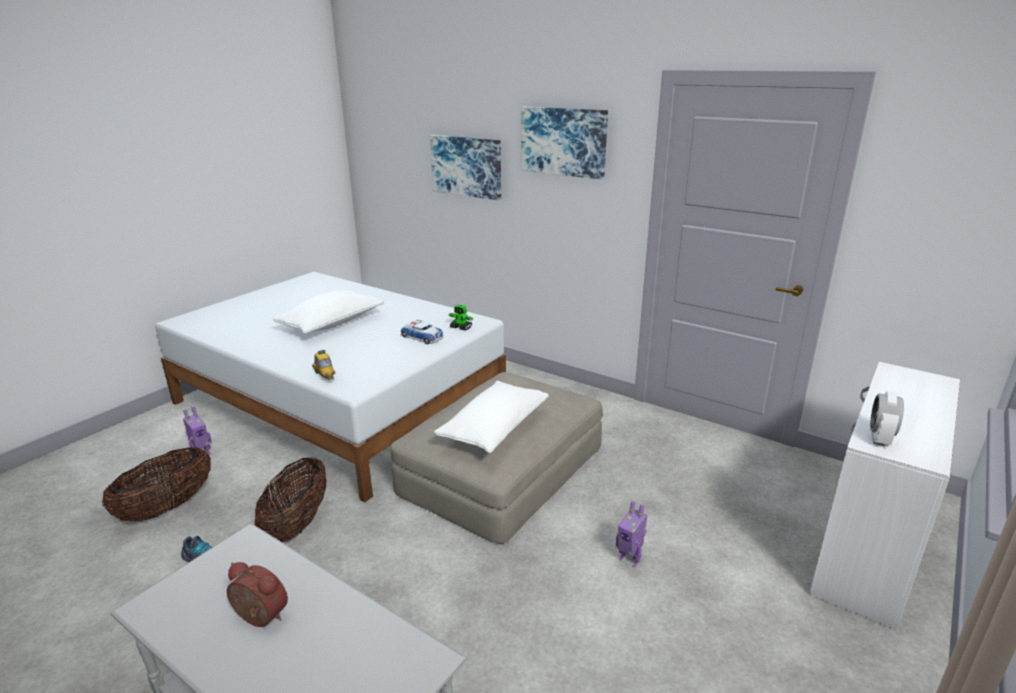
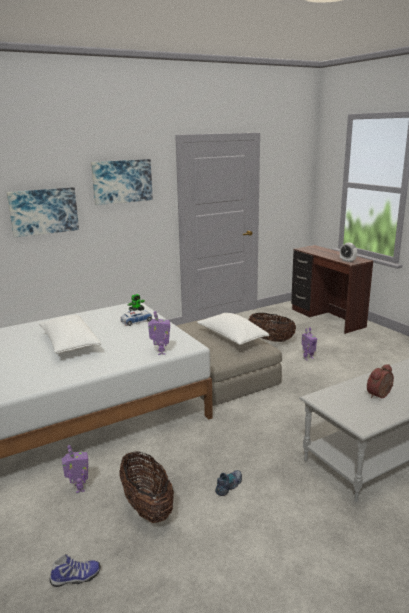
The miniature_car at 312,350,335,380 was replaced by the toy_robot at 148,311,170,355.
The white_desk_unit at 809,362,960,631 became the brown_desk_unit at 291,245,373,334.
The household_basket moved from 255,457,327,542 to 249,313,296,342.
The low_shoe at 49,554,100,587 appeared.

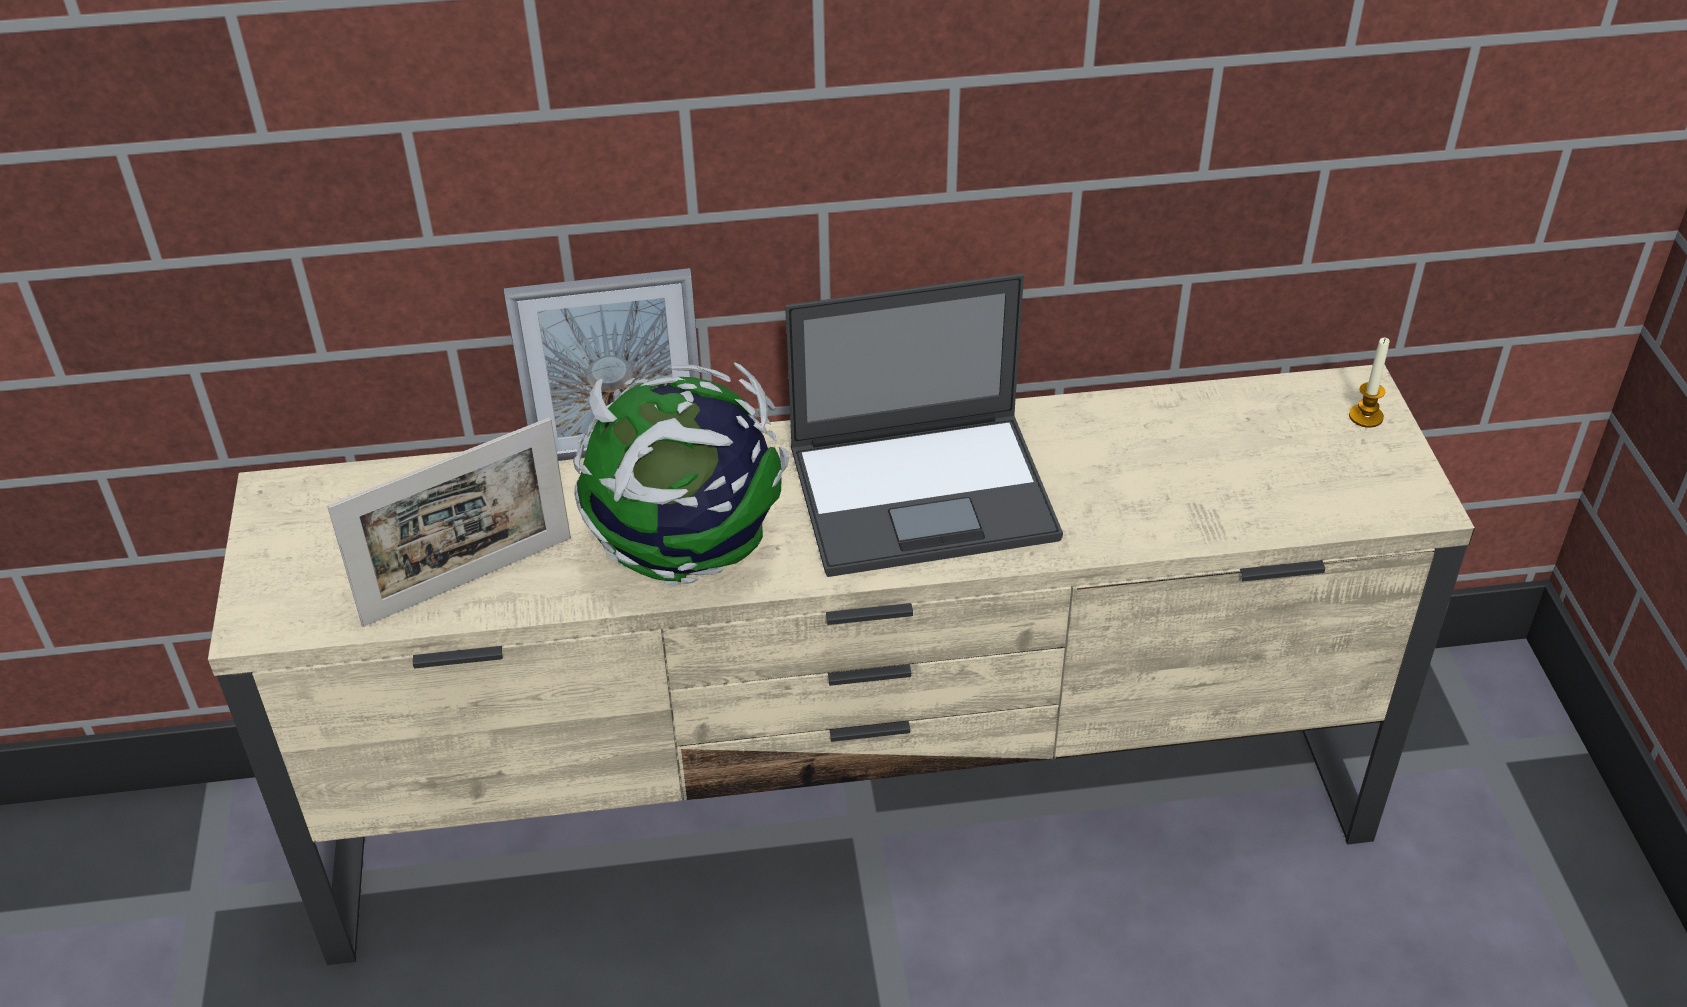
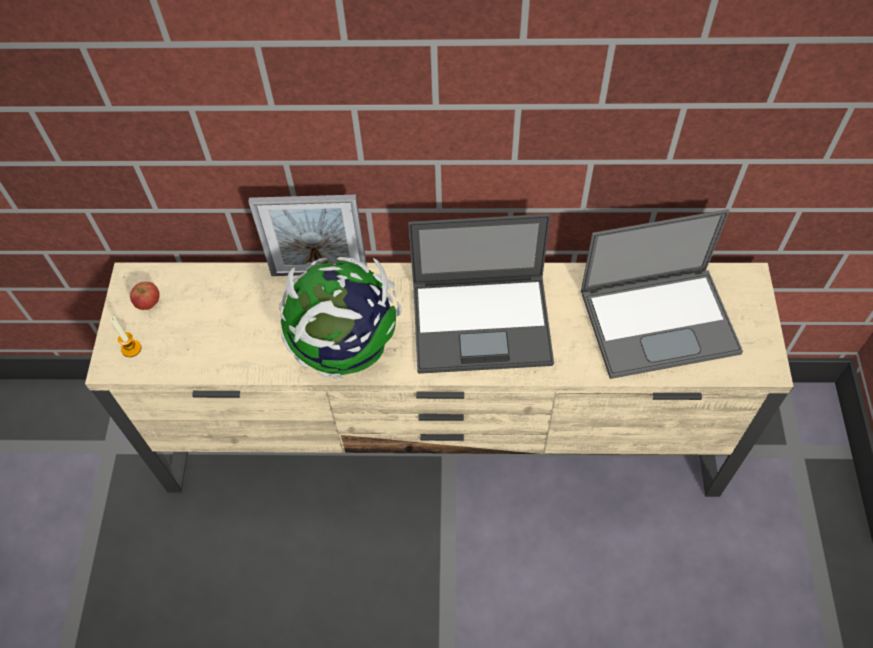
The wax_candle moved from 1349,338,1390,428 to 110,316,141,357.
The standing_frame at 327,417,571,627 disappeared.
The portable_computer at 581,209,743,379 appeared.
The apple at 130,282,160,310 appeared.

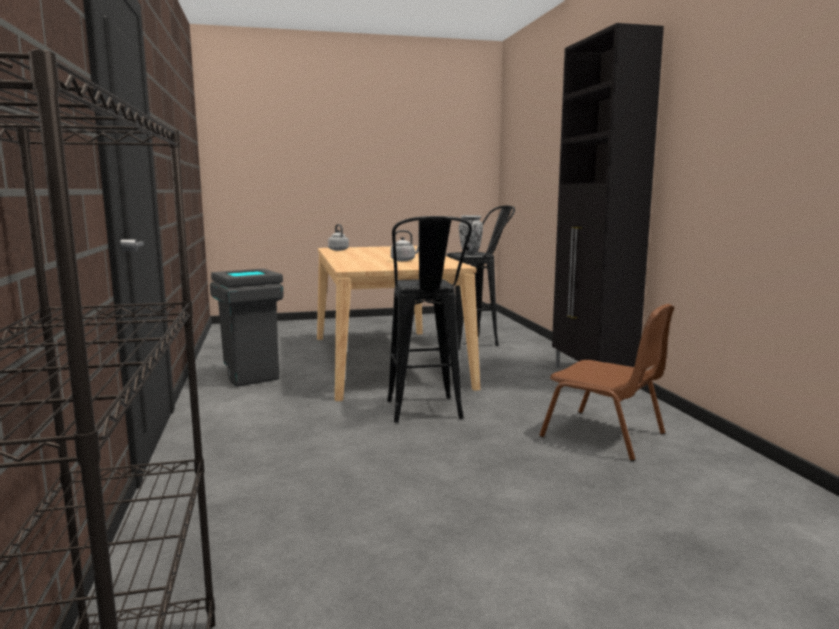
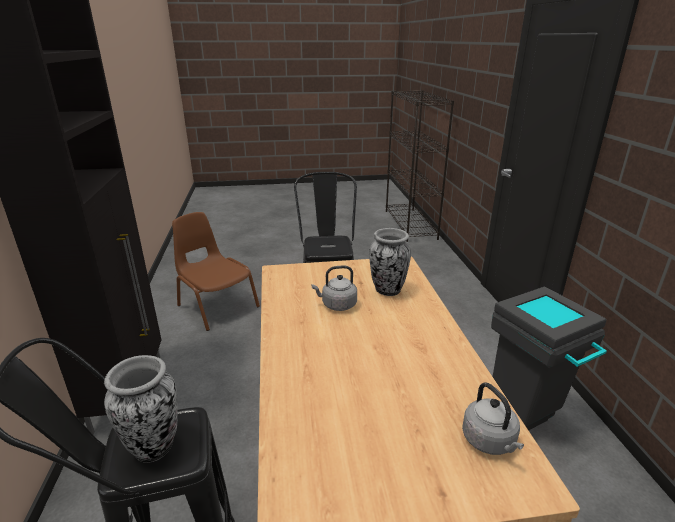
The vase at 369,228,411,296 appeared.

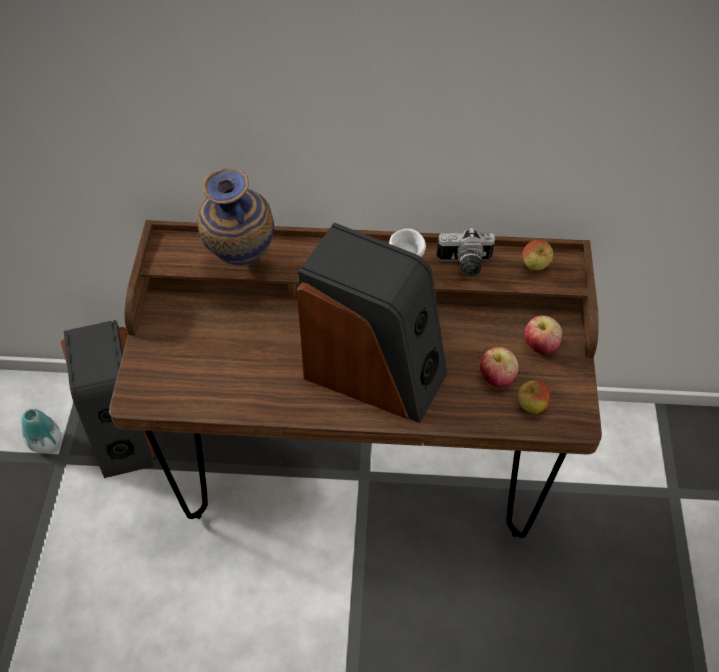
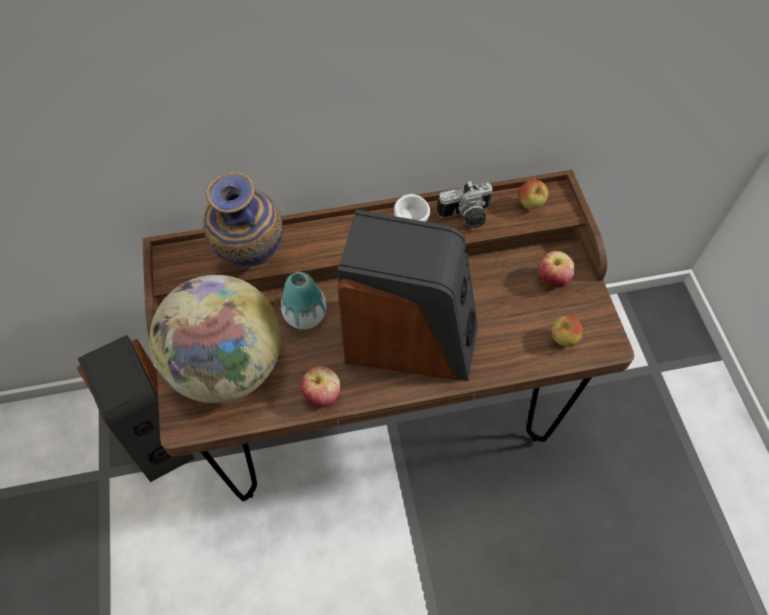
The apple moved from 480,347,519,387 to 301,366,341,407.
The vase moved from 21,409,61,453 to 281,272,326,329.
The world_globe at 149,275,281,403 appeared.

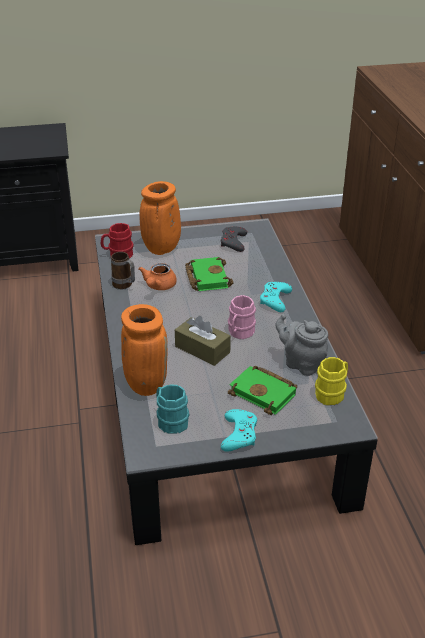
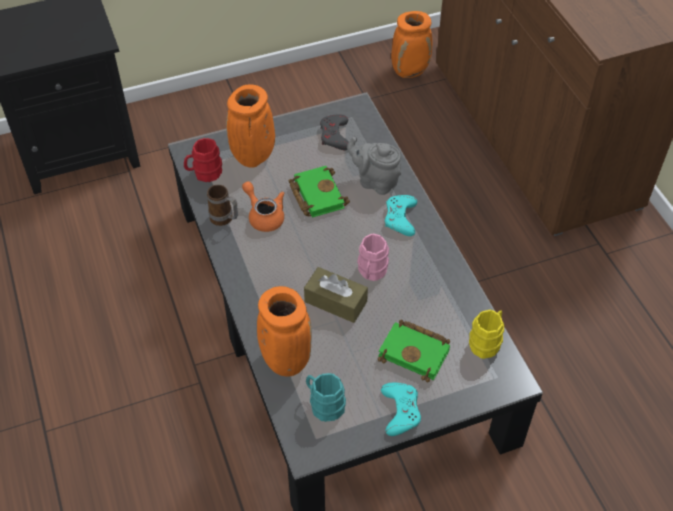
The orange-coloured_teapot at 138,263,177,290 turned 135 degrees clockwise.
The grey_teapot moved from 275,314,328,376 to 347,137,401,195.
The orange-coloured_vase at 391,11,432,78 appeared.

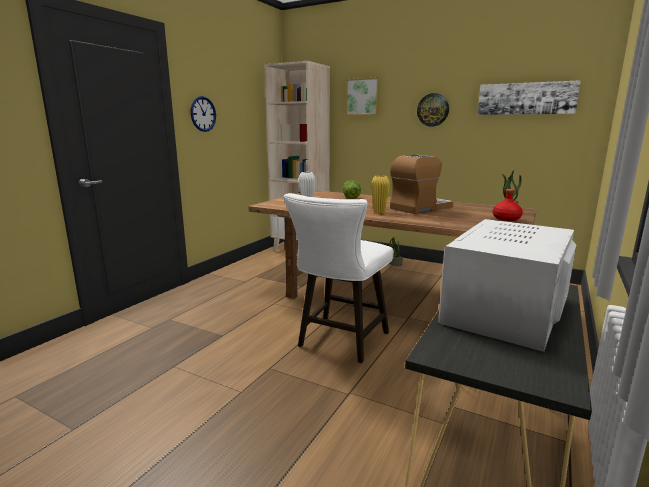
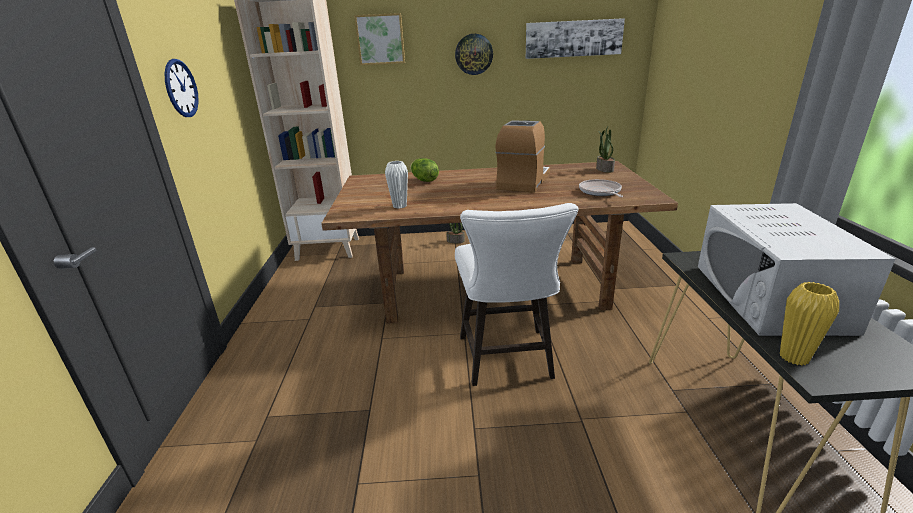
The yellowish_vase moved from 371,175,390,214 to 780,282,839,365.
The red_drink_bottle at 493,189,523,221 disappeared.
The skillet at 579,179,623,197 appeared.

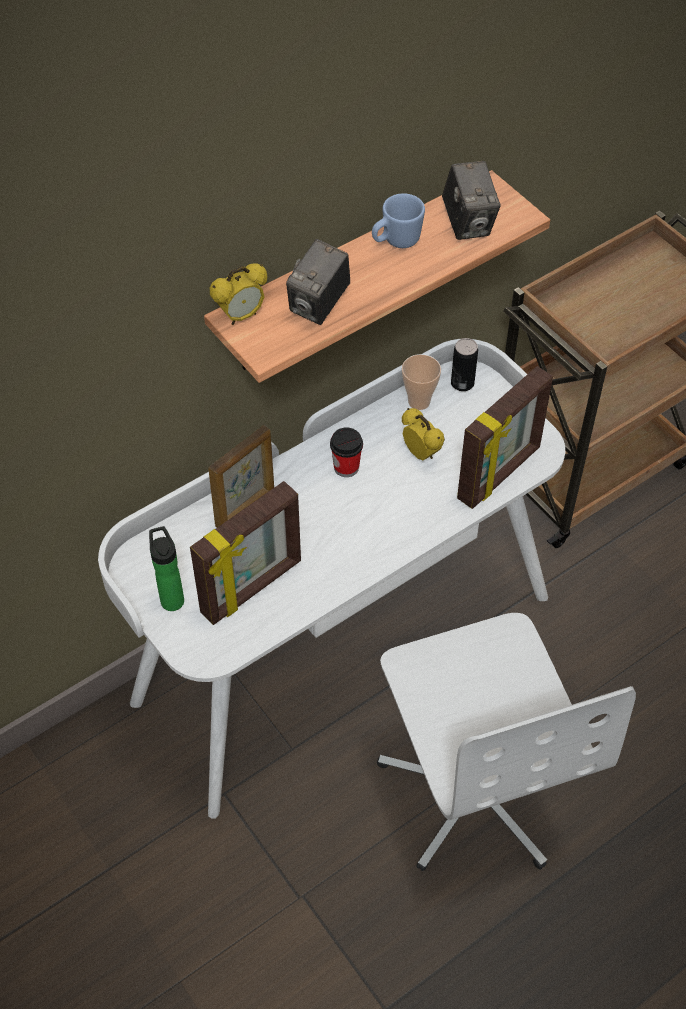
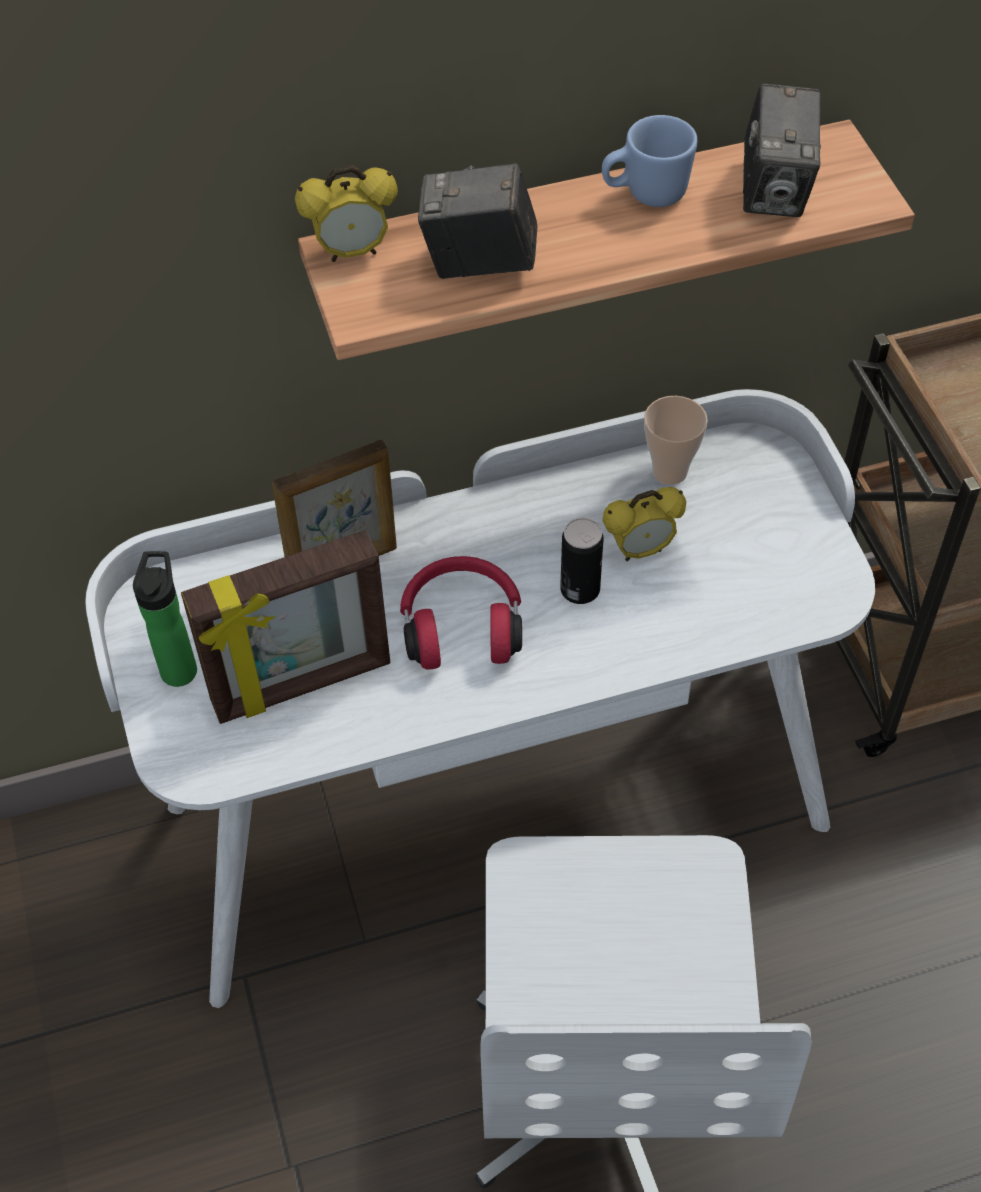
The still_camera at 286,239,350,325 turned 45 degrees clockwise.
The metal_can moved from 451,338,478,391 to 560,518,603,604.
The standing_frame at 457,366,553,509 disappeared.
The table_clock at 402,408,445,461 turned 90 degrees clockwise.
The drinking_cup at 330,427,363,477 disappeared.
The red_headphones at 400,556,522,670 appeared.

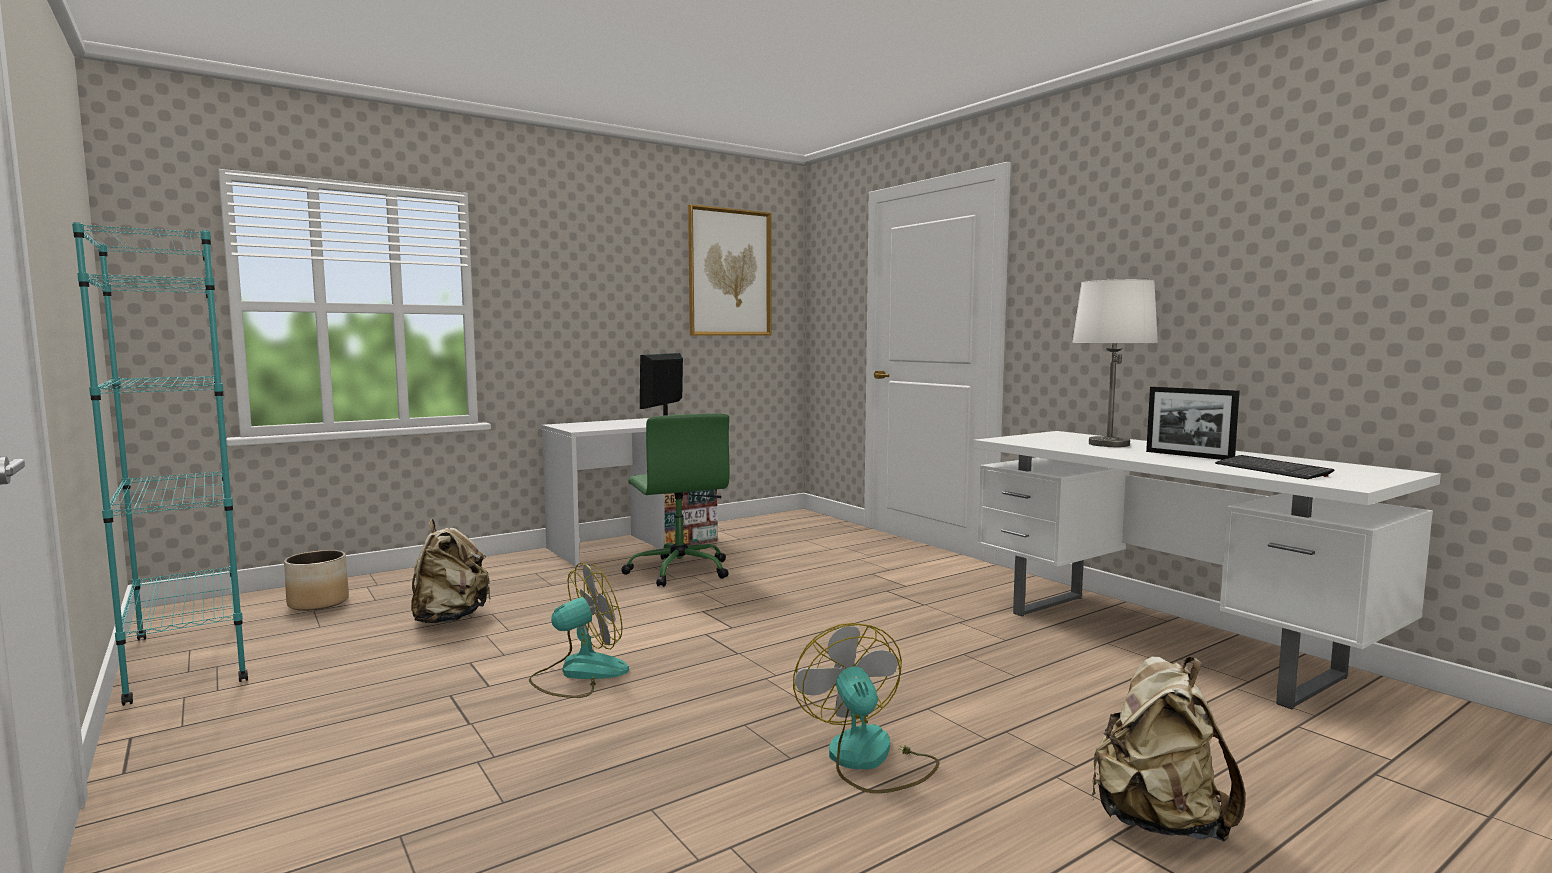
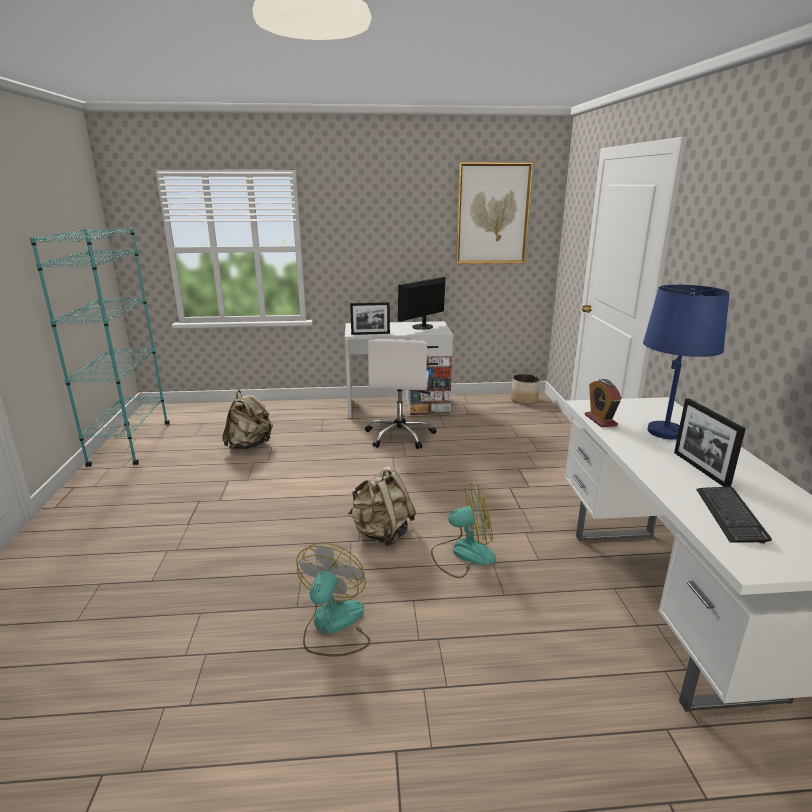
The white_table_lamp at 1072,279,1158,447 became the blue-coloured_table_lamp at 643,285,730,439.
The green-coloured_desk_chair at 621,413,729,587 became the white_desk_chair at 365,339,437,449.
The flower_pot moved from 284,550,349,611 to 511,374,540,404.
The fan moved from 529,563,629,698 to 431,483,496,578.
The sand-coloured_backpack moved from 1091,656,1245,841 to 348,466,416,547.
The standing_frame at 350,302,390,335 appeared.
The table_clock at 585,379,621,427 appeared.

